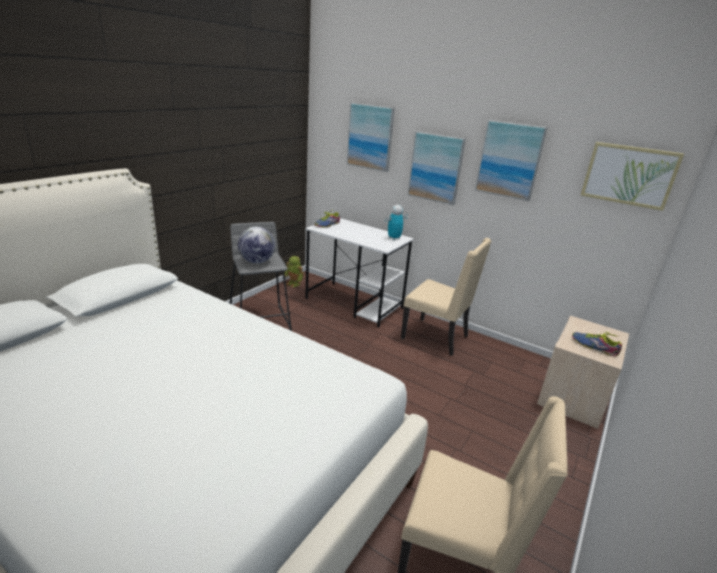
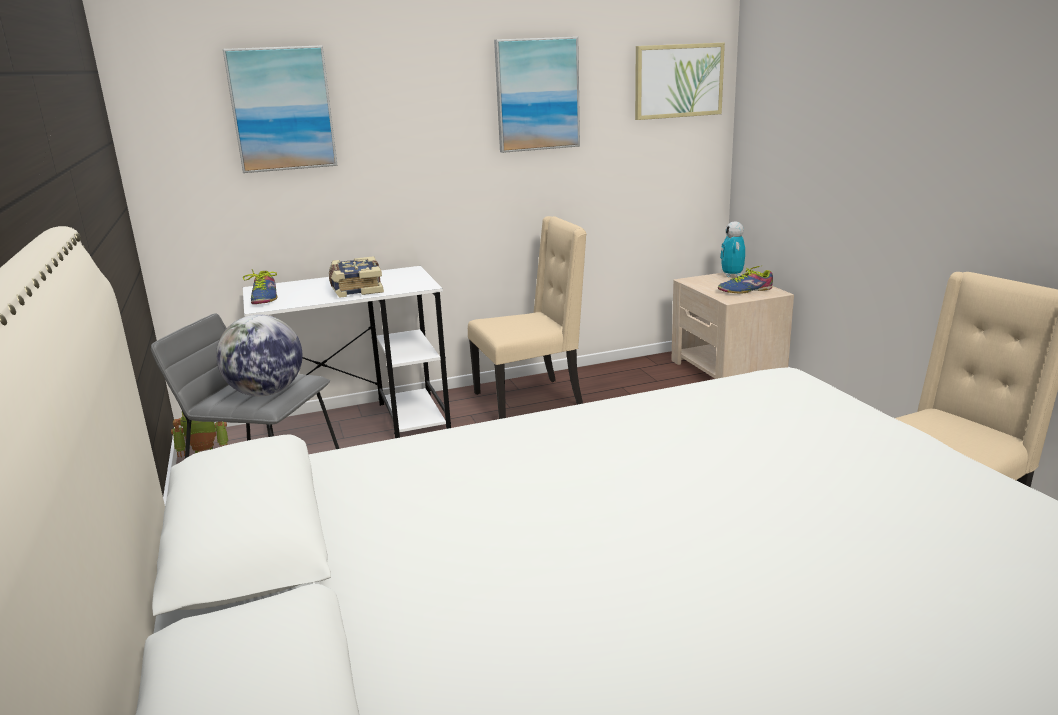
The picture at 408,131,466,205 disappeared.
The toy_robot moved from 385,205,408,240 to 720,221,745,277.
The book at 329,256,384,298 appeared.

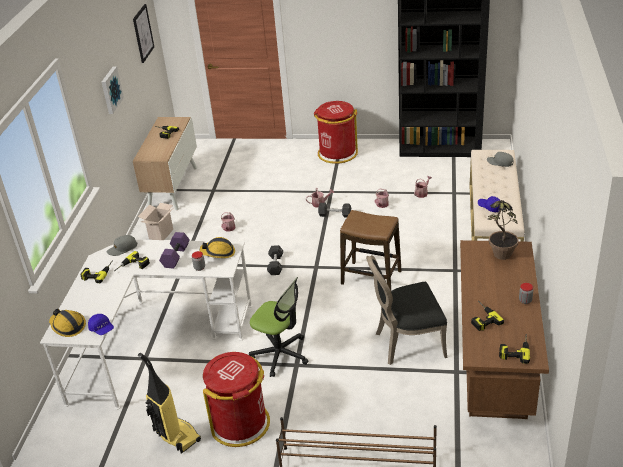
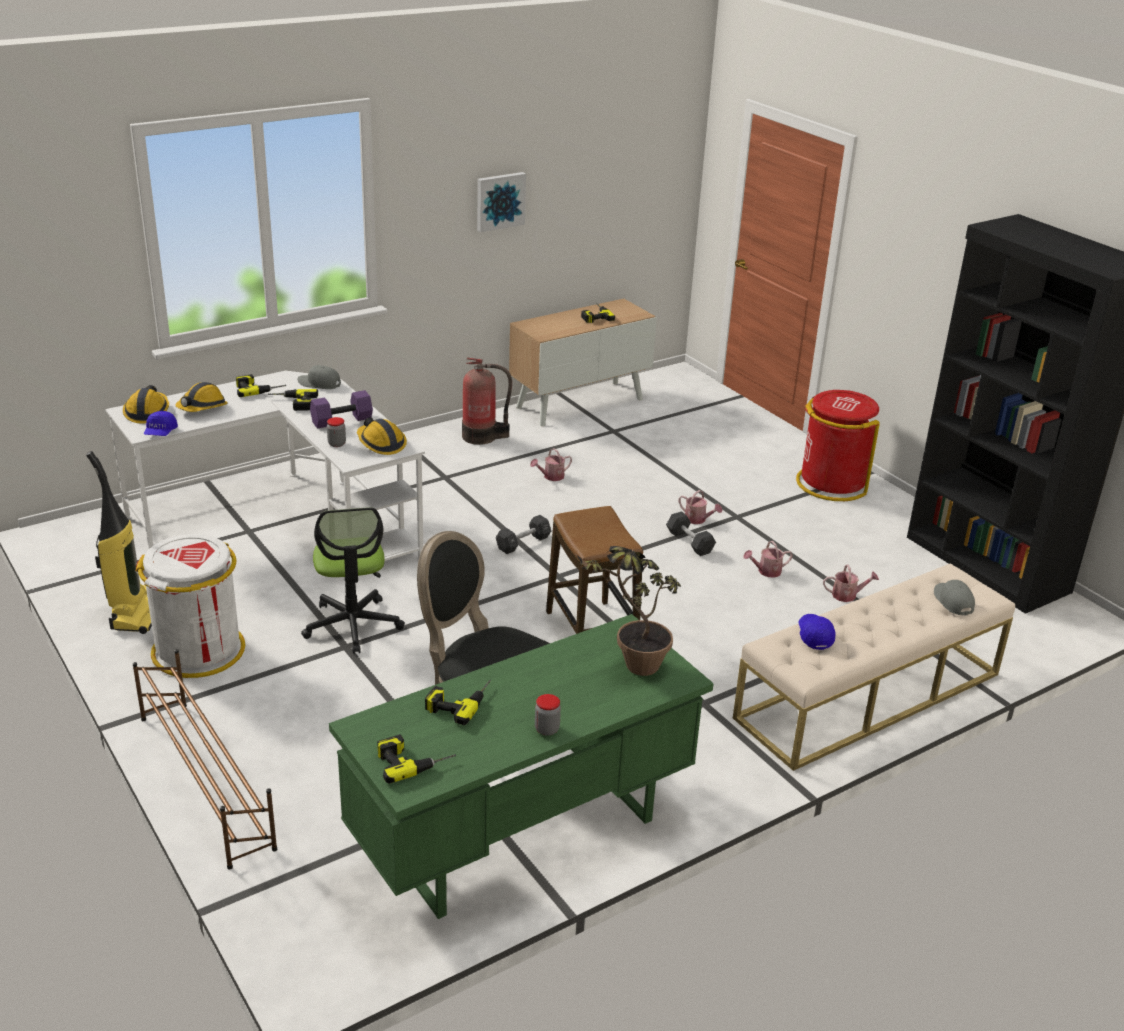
The picture at 133,4,154,63 disappeared.
The packing_box at 138,203,174,240 was replaced by the fire_extinguisher at 462,358,512,445.
The brown_desk_unit at 460,240,549,419 became the green-coloured_desk_unit at 329,614,714,919.
The red_trash_can at 203,352,270,447 became the white_trash_can at 136,534,245,678.
The safety_helmet at 175,382,228,412 appeared.

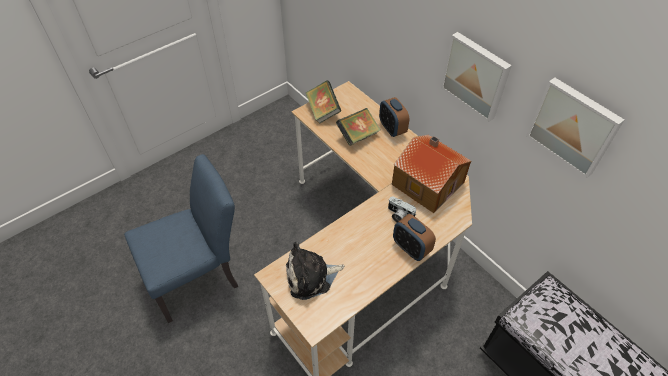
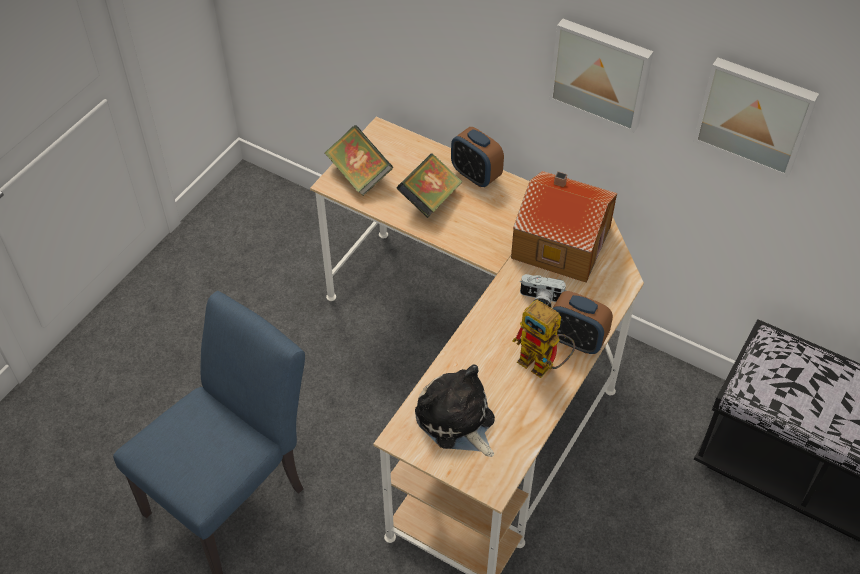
The plush_toy at 286,241,344,300 turned 90 degrees clockwise.
The toy_robot at 513,300,575,378 appeared.

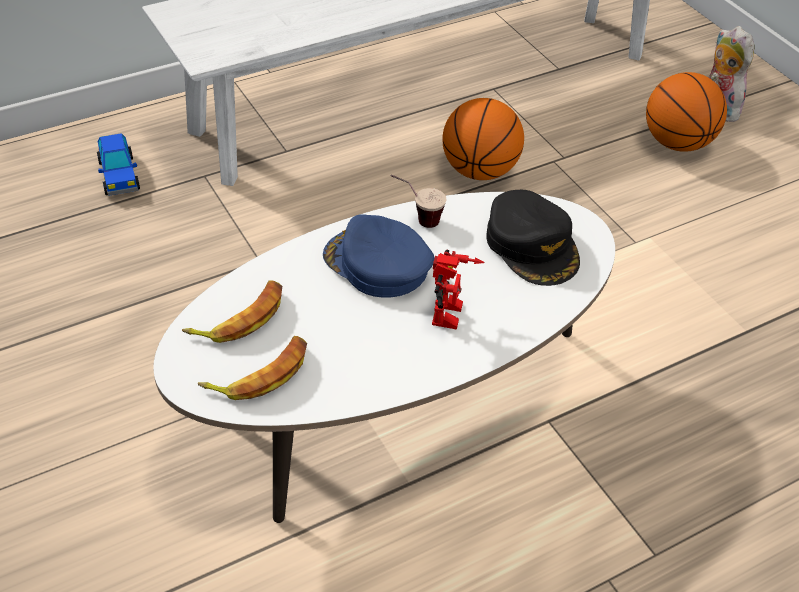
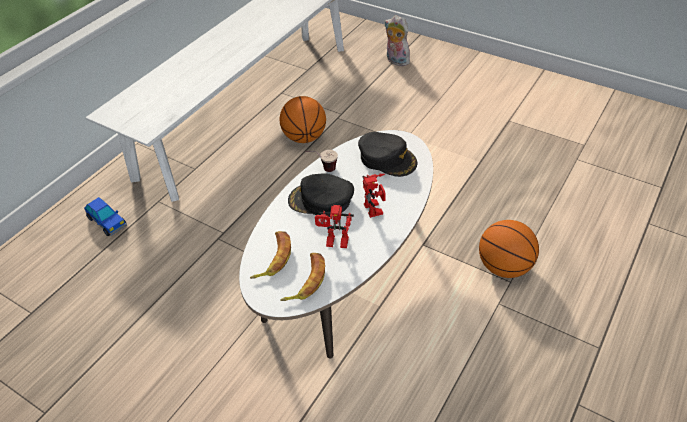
The basketball moved from 646,72,727,152 to 479,220,539,278.
The blue-coloured_cap at 323,214,434,298 became the black-coloured_cap at 288,173,354,217.
The toy_robot at 315,205,354,248 appeared.

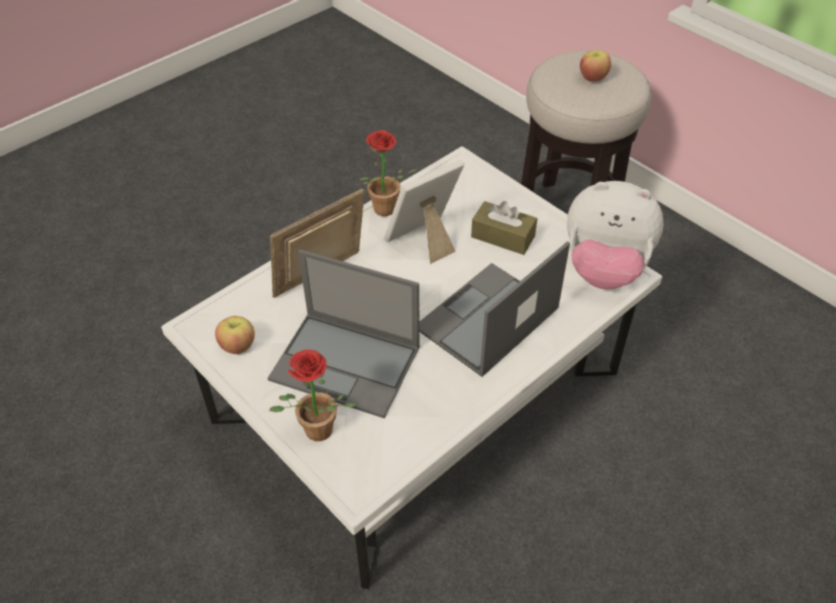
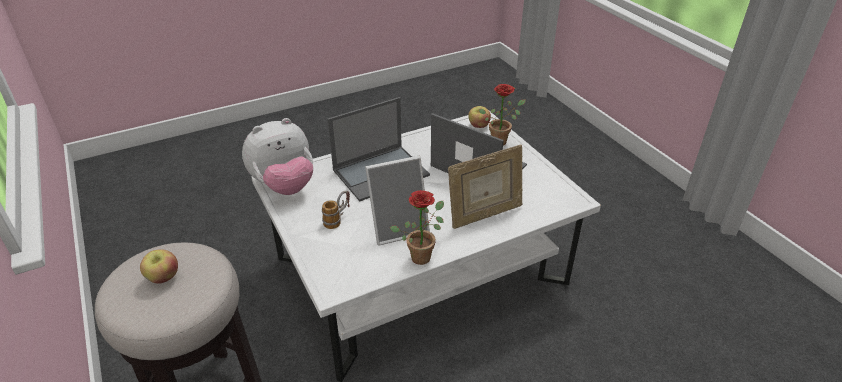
The plush_toy at 567,181,664,289 turned 120 degrees clockwise.
The brown_tissue_holder at 471,201,537,255 was replaced by the mug at 322,191,350,229.
The apple moved from 215,316,255,354 to 468,106,491,128.

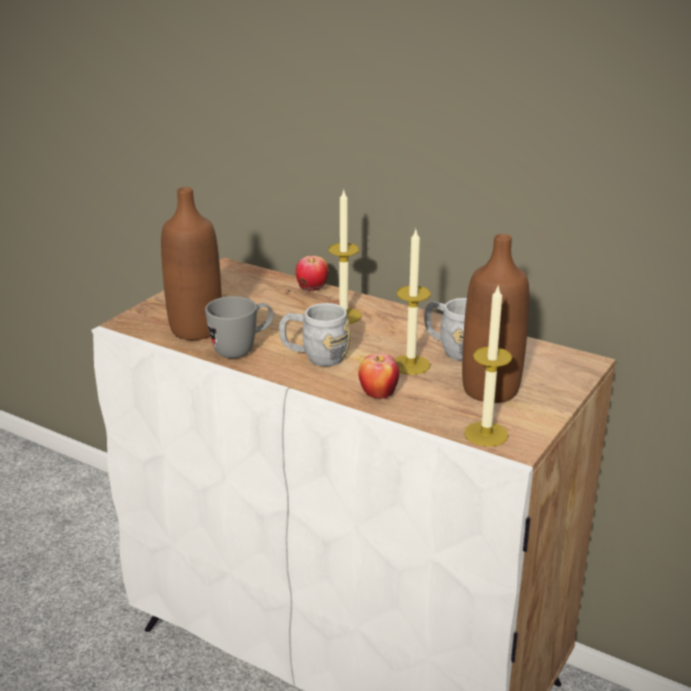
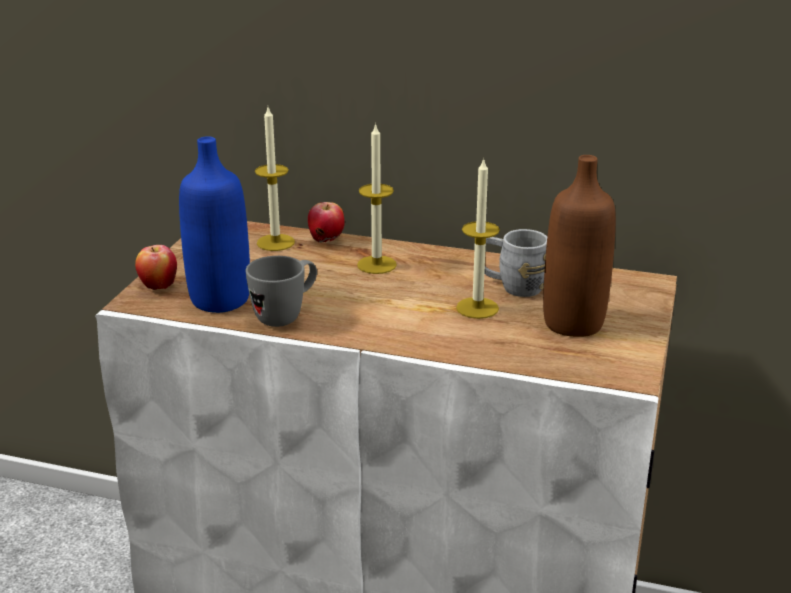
The brown_drink_bottle at 161,187,222,340 became the blue-coloured_drink_bottle at 179,136,250,313.
The wax_candle moved from 464,284,512,447 to 255,107,295,251.
The grey_mug at 279,303,351,366 disappeared.
The apple moved from 359,353,399,399 to 135,245,177,290.

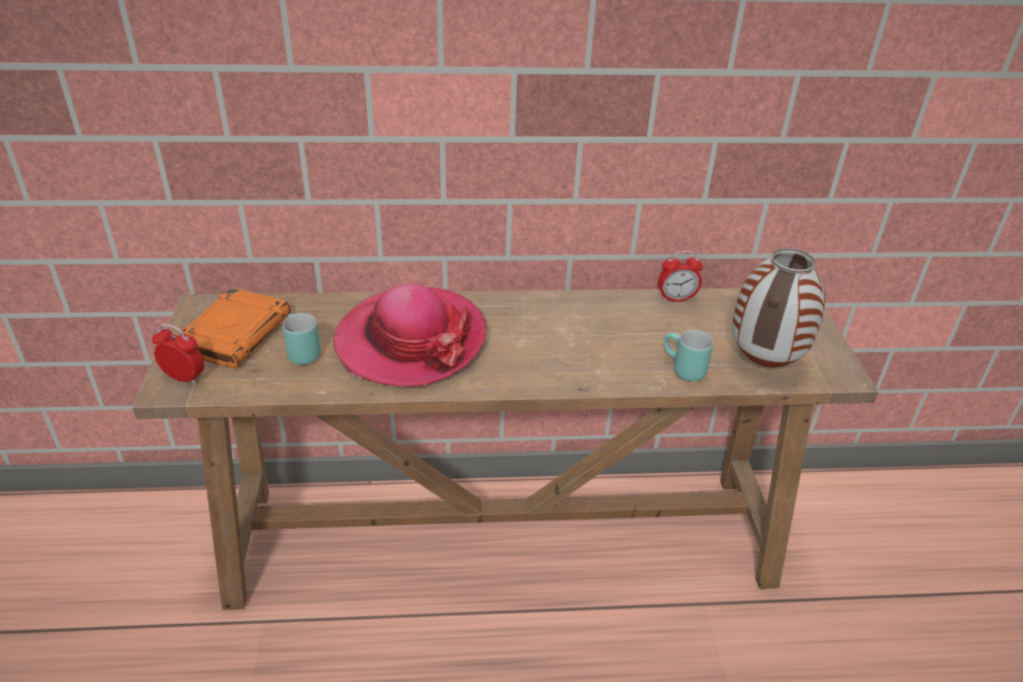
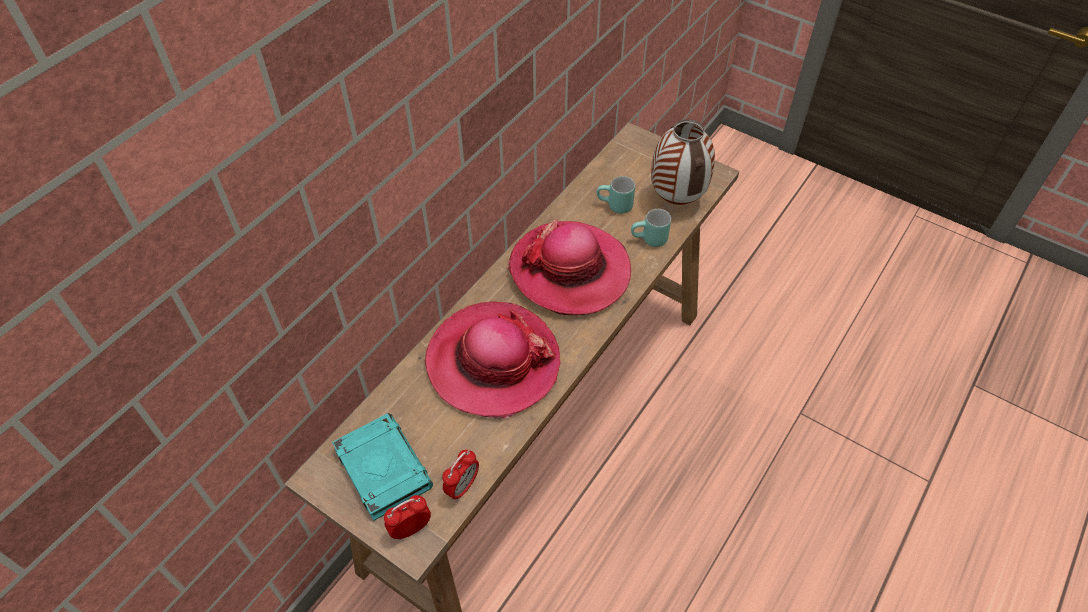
The table_clock moved from 658,251,703,302 to 442,450,479,500.
The orange-coloured_book at 178,288,291,369 became the turquoise-coloured_book at 332,413,433,521.
The turquoise-coloured_mug moved from 283,313,321,365 to 597,176,635,214.
The hat at 508,220,631,315 appeared.

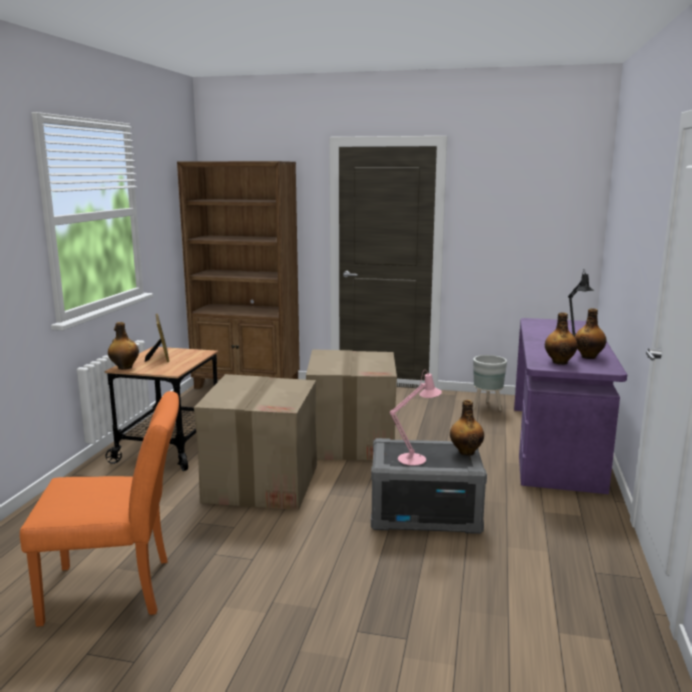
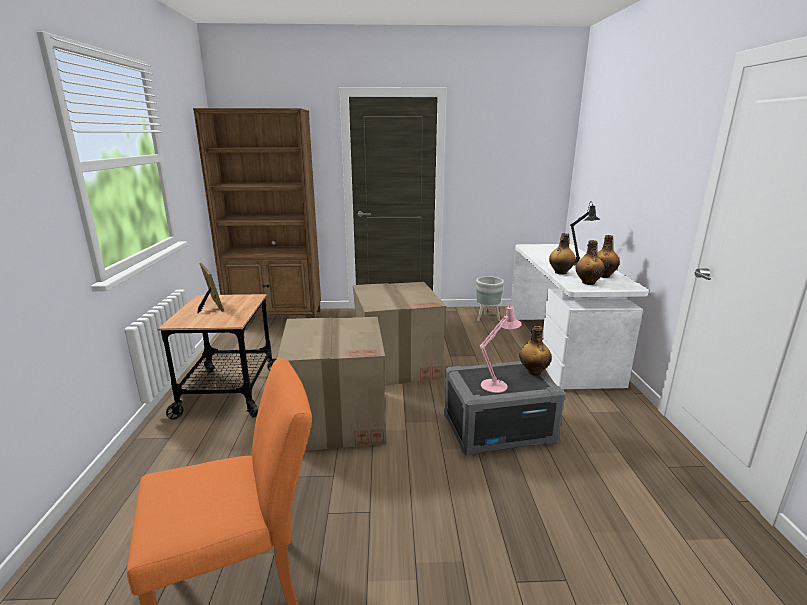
The purple_desk_unit at 514,318,627,494 became the white_desk_unit at 511,244,649,389.
The drink_bottle moved from 108,322,139,370 to 549,233,576,274.

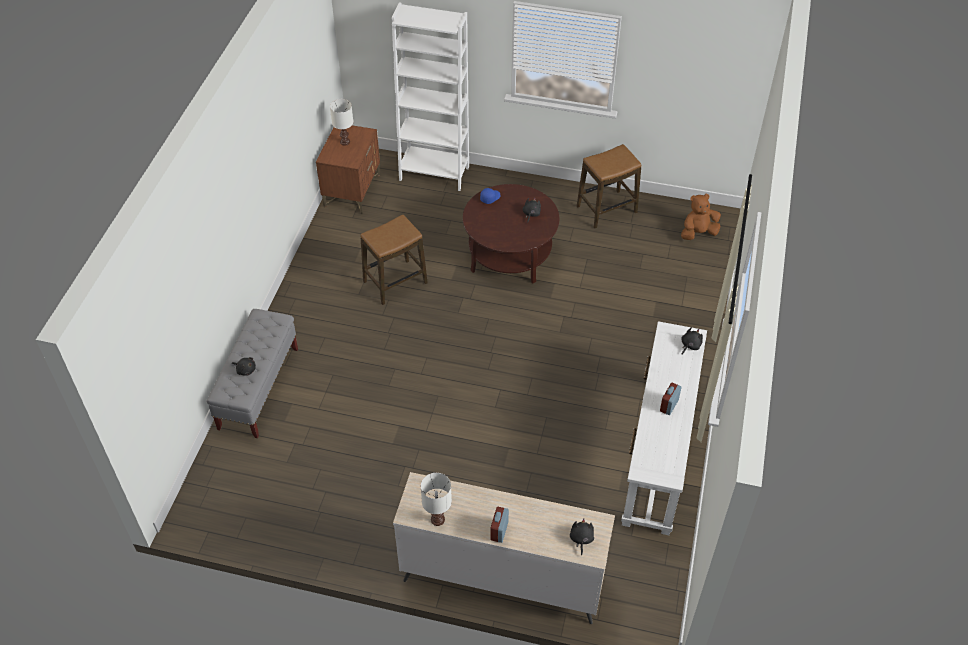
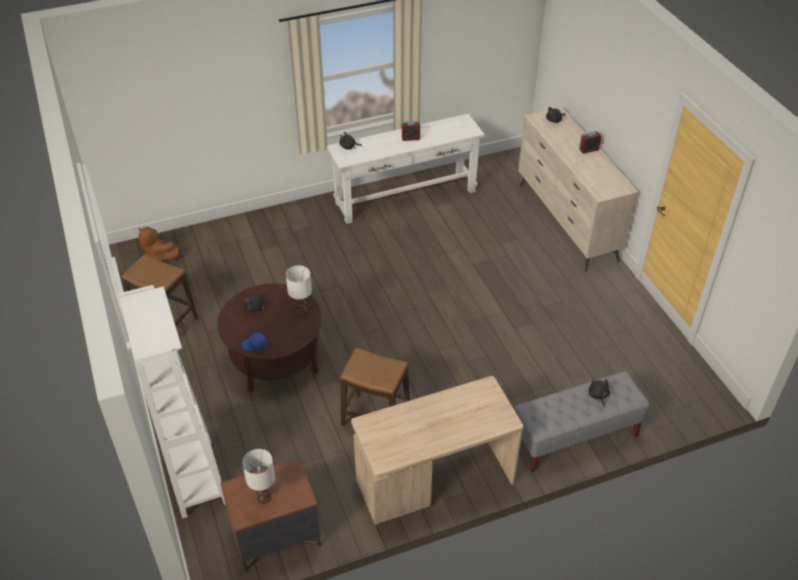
The white_table_lamp moved from 421,473,452,526 to 286,265,312,315.
The sand-coloured_desk_unit at 351,376,523,525 appeared.

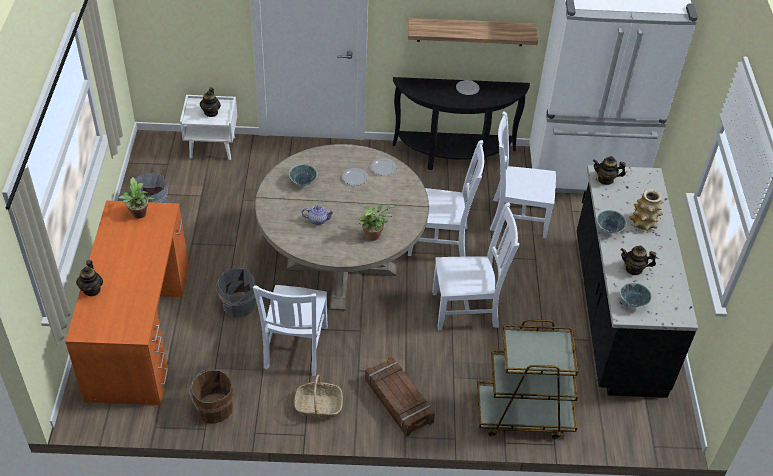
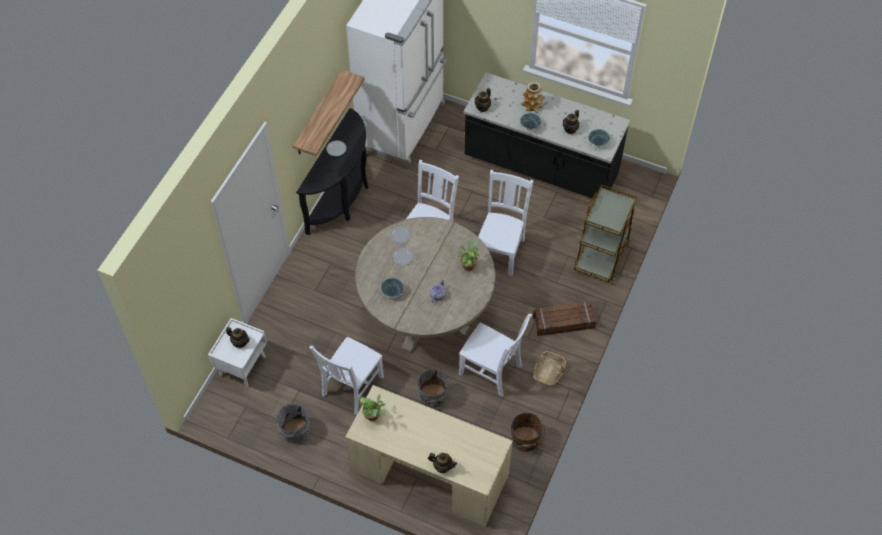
The white_plain_chair moved from 490,111,556,238 to 309,337,384,415.
The orange-coloured_desk_unit at 65,200,189,405 became the sand-coloured_desk_unit at 345,385,513,527.

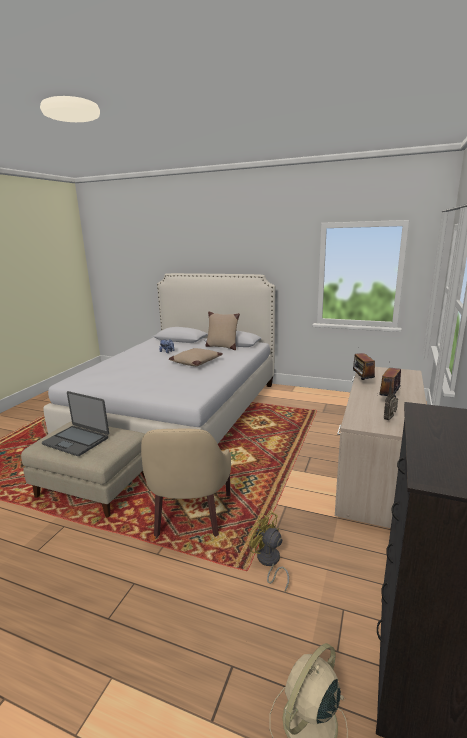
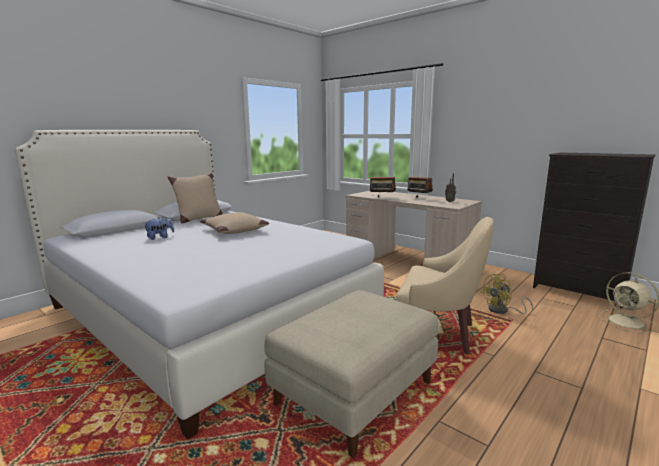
The portable_computer at 42,391,109,456 disappeared.

